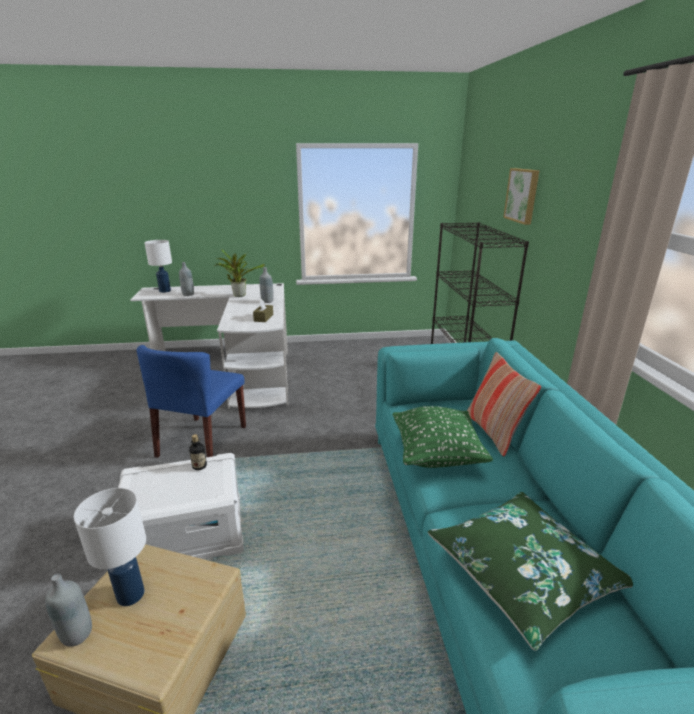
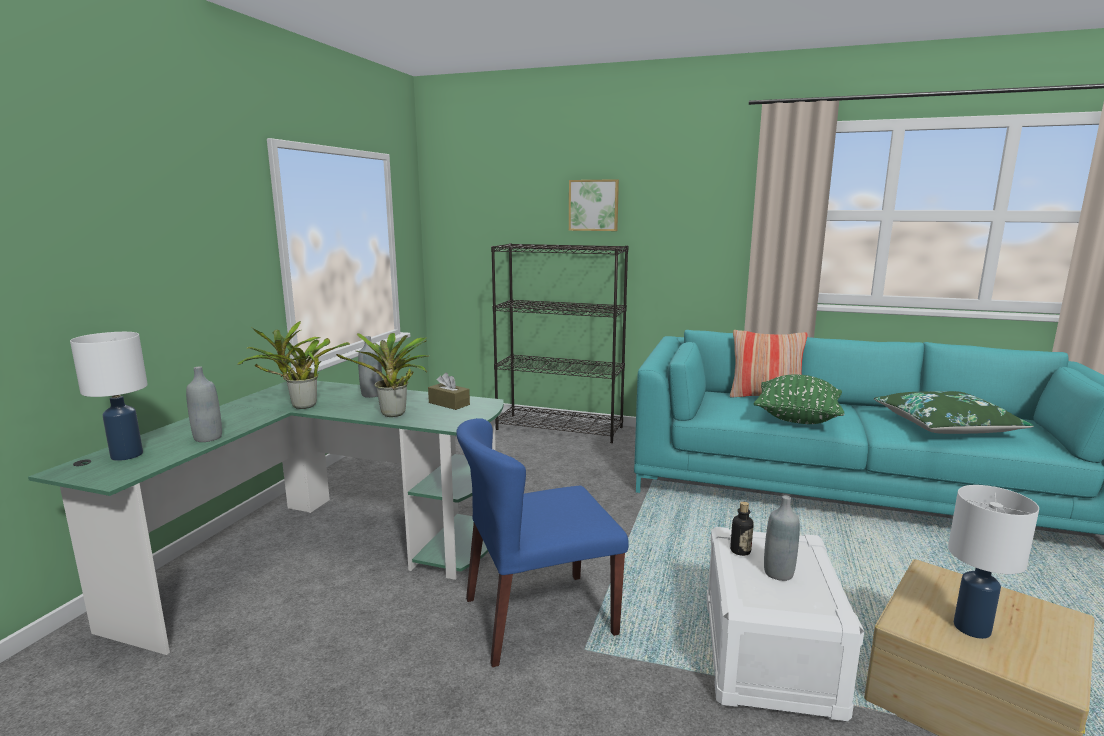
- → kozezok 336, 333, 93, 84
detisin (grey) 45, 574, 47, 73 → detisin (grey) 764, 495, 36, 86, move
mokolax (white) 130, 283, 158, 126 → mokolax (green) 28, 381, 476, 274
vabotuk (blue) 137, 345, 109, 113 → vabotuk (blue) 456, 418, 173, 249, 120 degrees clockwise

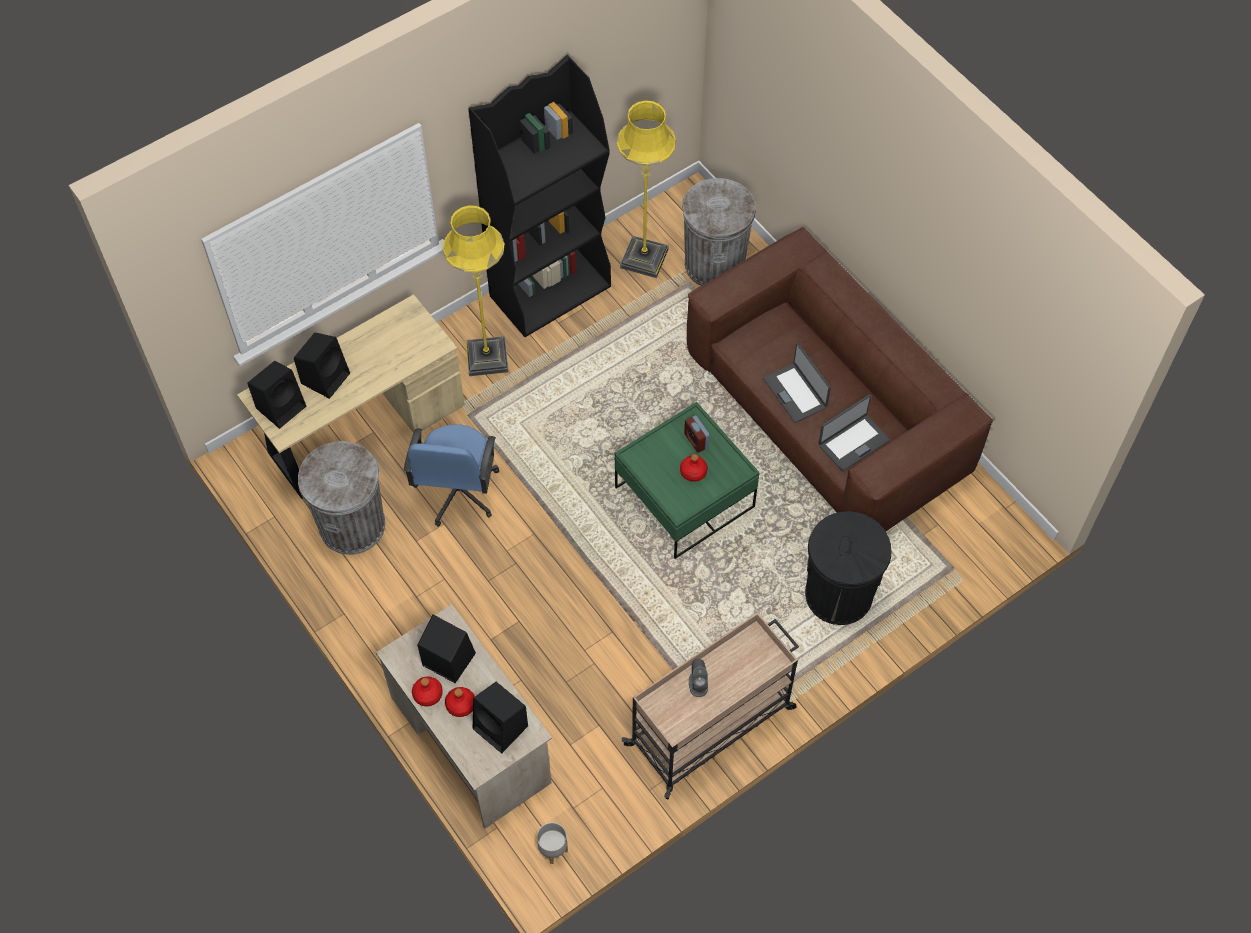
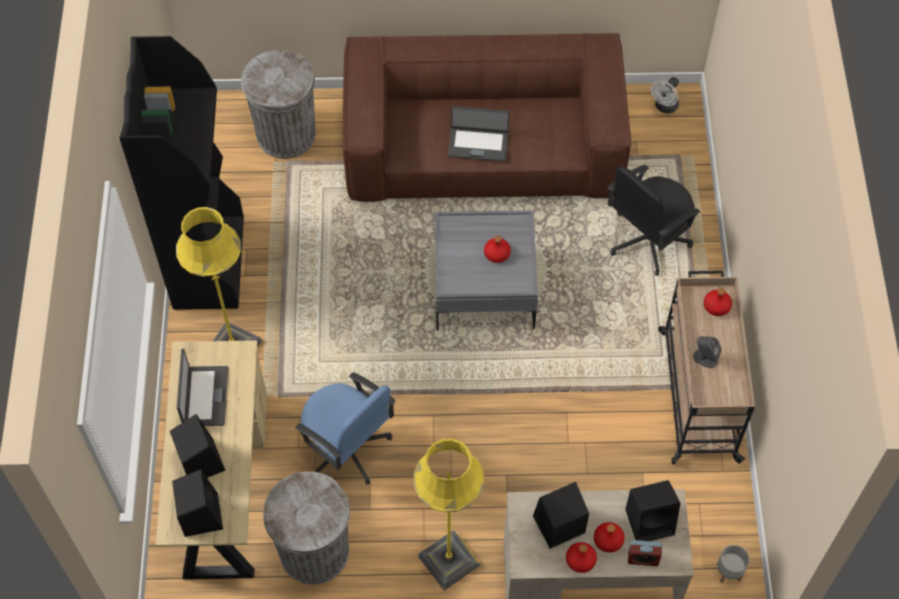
- → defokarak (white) 651, 77, 28, 37
- → detisin (red) 704, 288, 28, 28
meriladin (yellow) 617, 100, 59, 178 → meriladin (yellow) 413, 438, 71, 152, move
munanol 684, 415, 26, 38 → munanol 628, 540, 34, 26, move
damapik 818, 394, 72, 77 → damapik 177, 349, 51, 77, move
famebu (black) 805, 511, 86, 114 → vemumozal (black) 608, 165, 92, 111
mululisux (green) 615, 402, 145, 157 → mululisux (grey) 435, 210, 103, 121

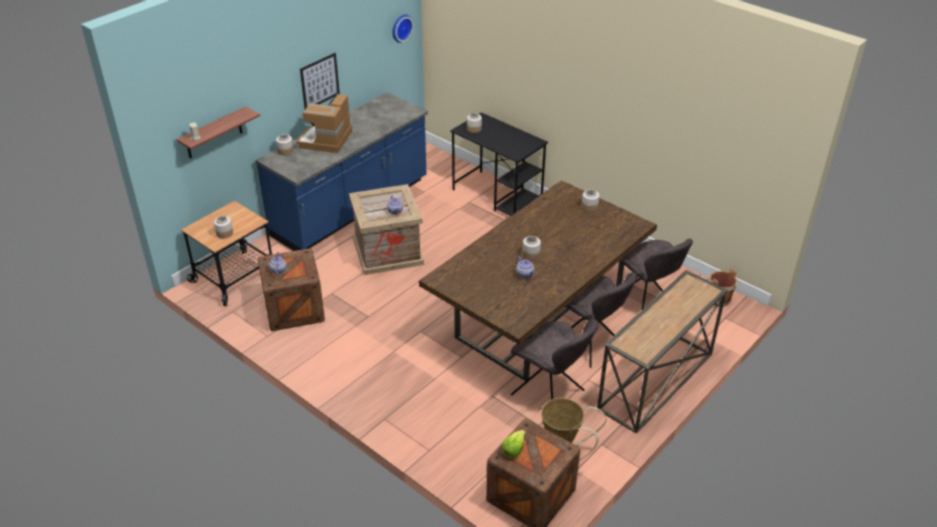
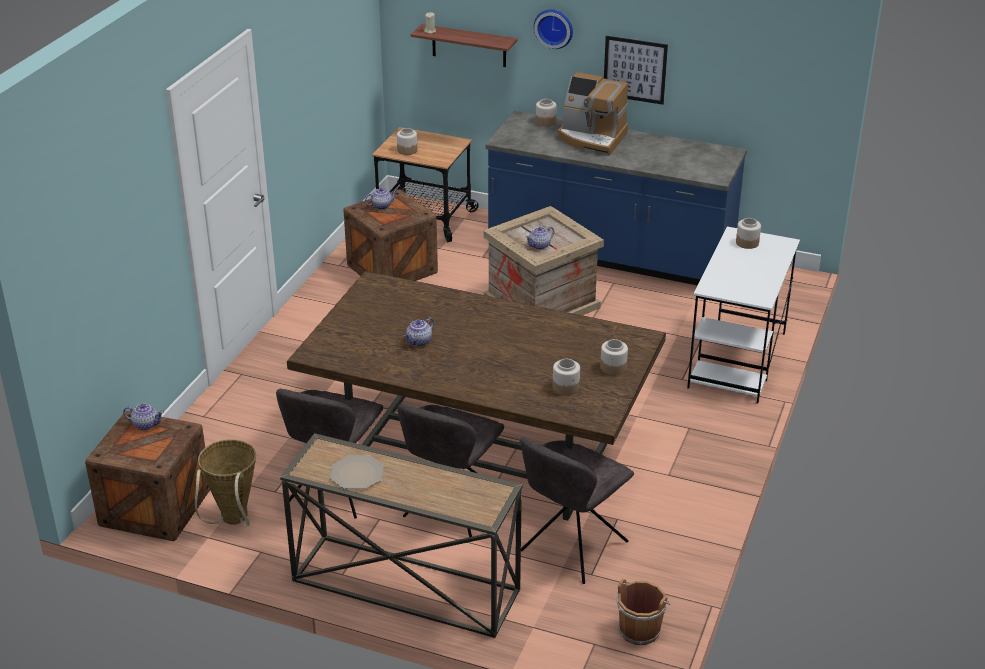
- → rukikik 330, 455, 54, 34
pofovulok 393, 15, 21, 28 → pofovulok 534, 9, 39, 40, move
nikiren 522, 236, 19, 24 → nikiren 553, 359, 27, 36, move
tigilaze 501, 430, 24, 28 → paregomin 123, 404, 41, 26
mokolax (black) 450, 112, 98, 104 → mokolax (white) 687, 226, 113, 178
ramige 296, 93, 56, 60 → ramige 558, 72, 70, 84, 150 degrees counterclockwise

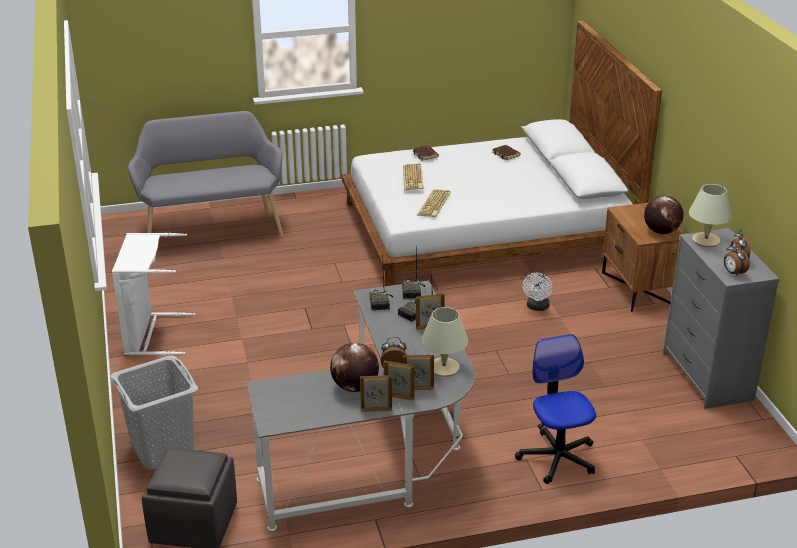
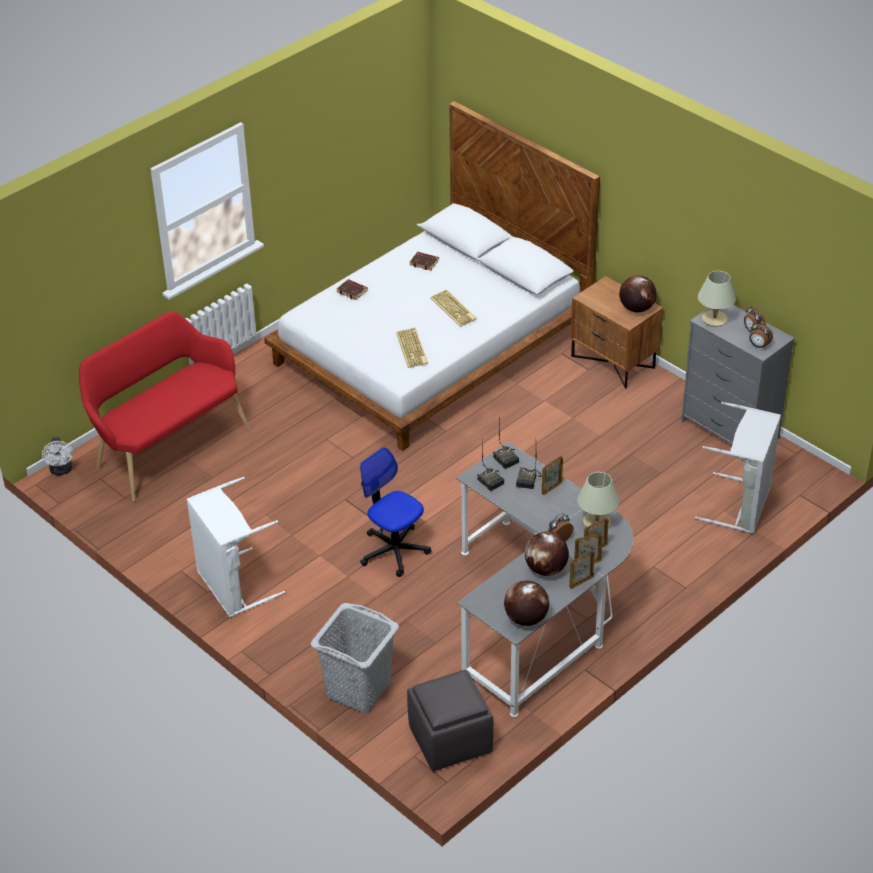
- → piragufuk 504, 580, 45, 46
- → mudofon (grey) 695, 402, 86, 132
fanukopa 403, 163, 21, 28 → fanukopa 430, 290, 47, 37, move
vemumozal 515, 334, 81, 150 → vemumozal 360, 447, 71, 130, move
defokarak (white) 523, 273, 30, 38 → defokarak (white) 42, 437, 31, 38, move
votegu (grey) 128, 111, 156, 127 → votegu (red) 79, 311, 171, 191

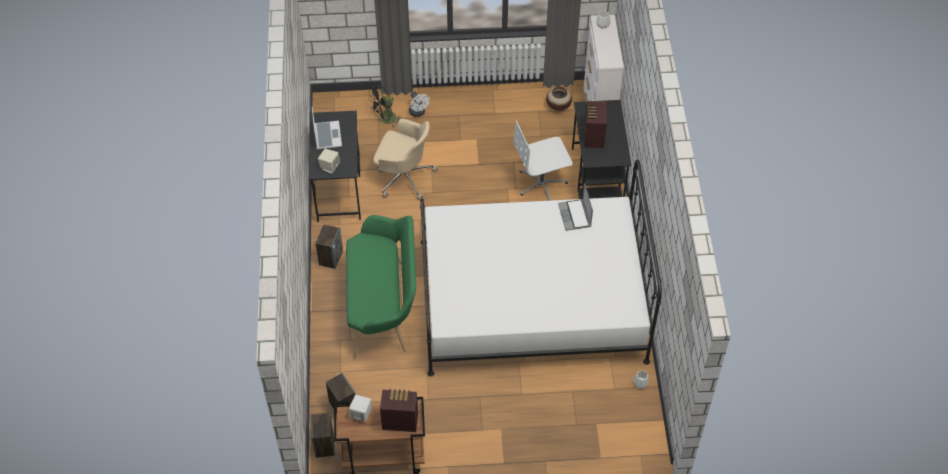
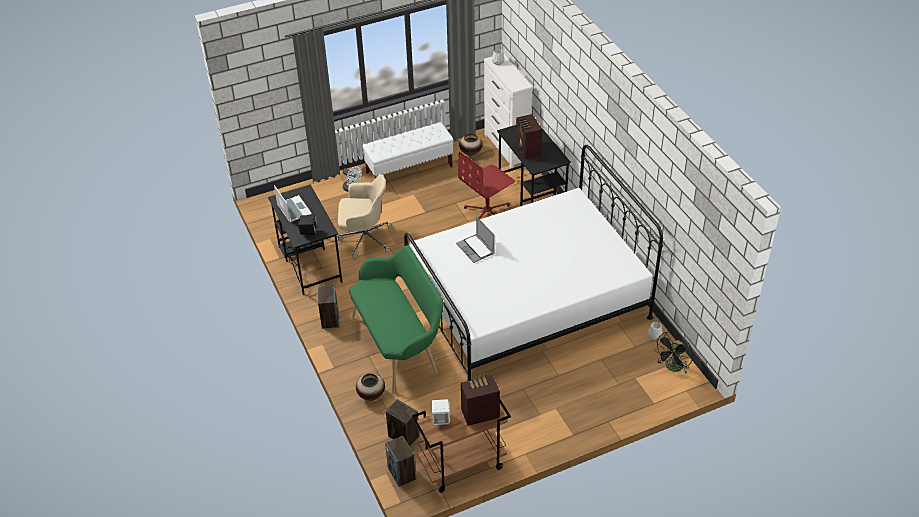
- → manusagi 356, 373, 29, 28
- → votegu (white) 362, 122, 91, 56
defokarak (black) 368, 84, 34, 44 → defokarak (black) 655, 332, 38, 41, move
damapik 558, 183, 35, 48 → damapik 456, 216, 39, 47, move
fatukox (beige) 318, 149, 22, 25 → fatukox (black) 298, 215, 19, 22
vemumozal (white) 513, 120, 60, 81 → vemumozal (red) 458, 152, 57, 67

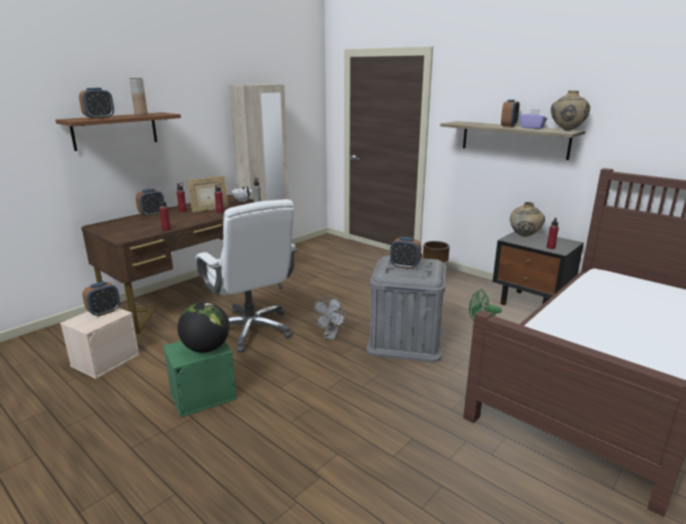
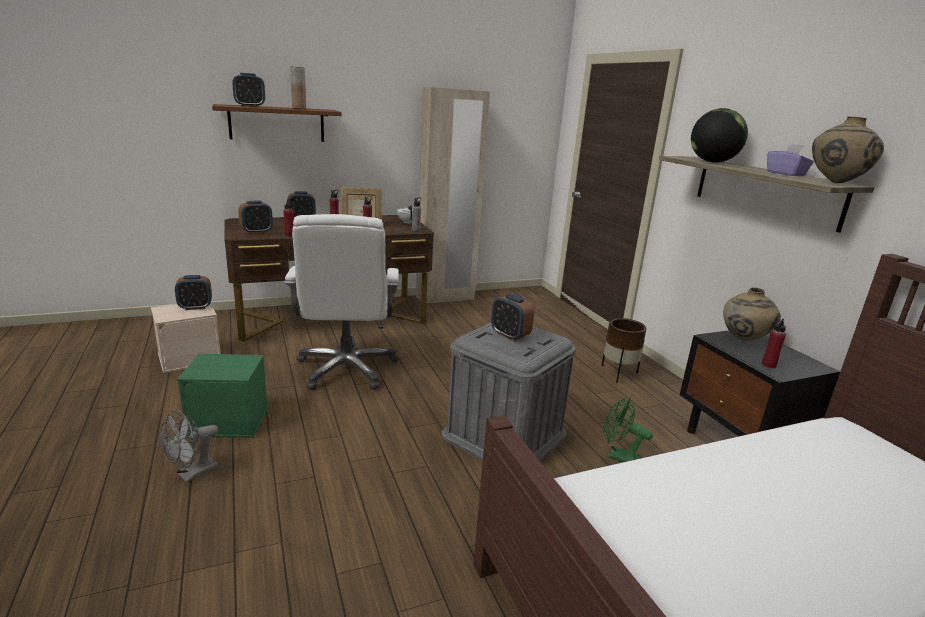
piragufuk 178, 302, 52, 51 → piragufuk 691, 108, 57, 55, move
defokarak (grey) 312, 296, 35, 44 → defokarak (grey) 160, 410, 59, 72, move
munanol 501, 99, 19, 29 → munanol 238, 200, 35, 34, move

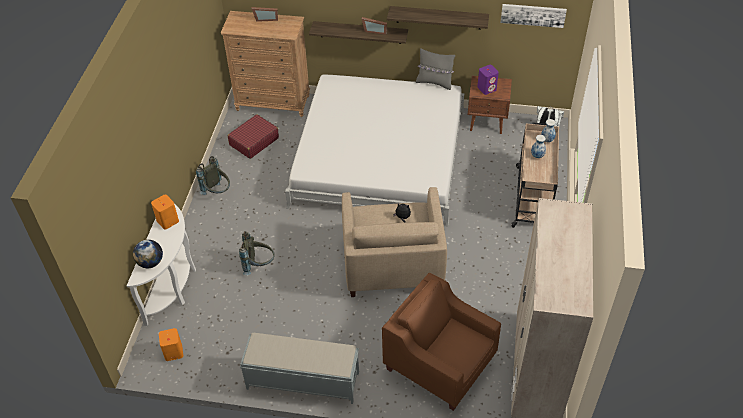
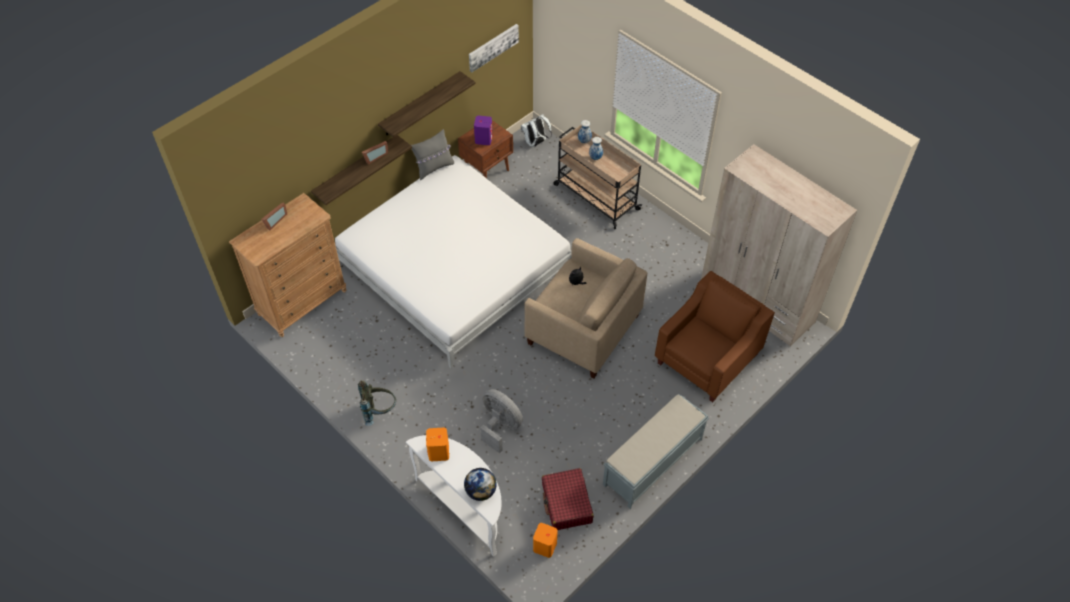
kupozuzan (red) 228, 114, 51, 45 → kupozuzan (red) 542, 468, 52, 62, move
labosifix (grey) 239, 231, 36, 44 → defokarak (grey) 480, 389, 43, 64
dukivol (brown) 382, 273, 119, 138 → dukivol (brown) 655, 271, 120, 131, 150 degrees clockwise

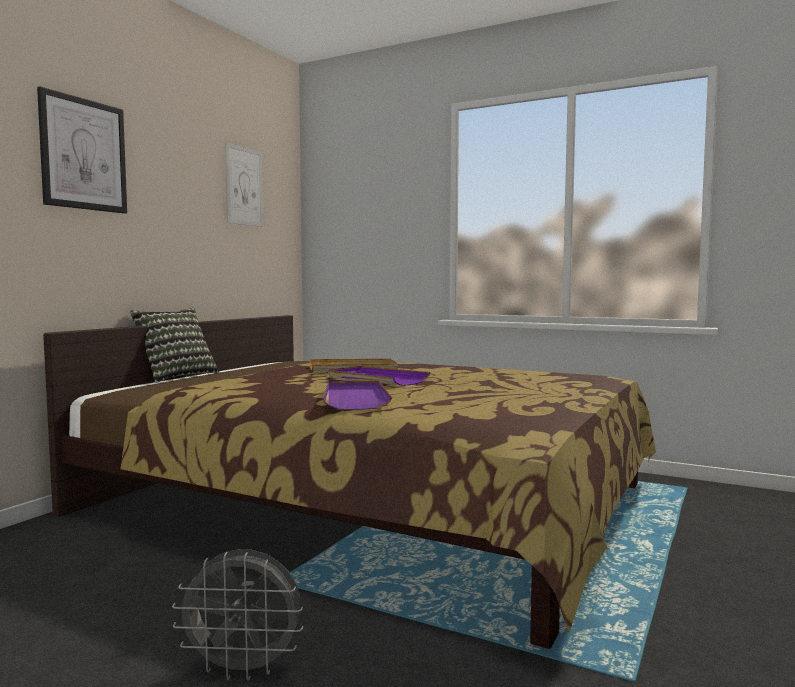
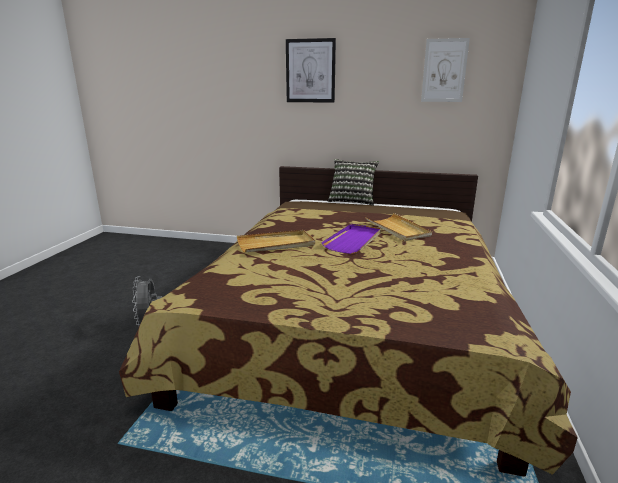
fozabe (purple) 323, 381, 69, 29 → fozabe (beige) 237, 230, 78, 22

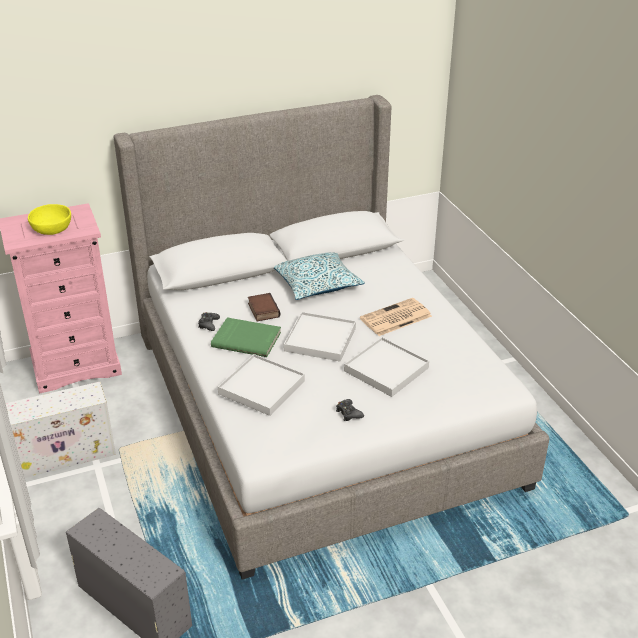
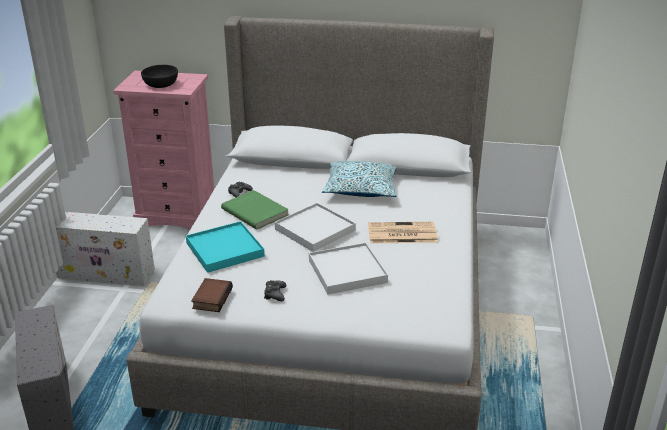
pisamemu 248, 293, 32, 28 → pisamemu 191, 278, 42, 34, move
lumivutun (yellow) 28, 204, 43, 31 → lumivutun (black) 141, 65, 37, 23
fozabe (white) 218, 354, 87, 62 → fozabe (turquoise) 186, 221, 79, 52

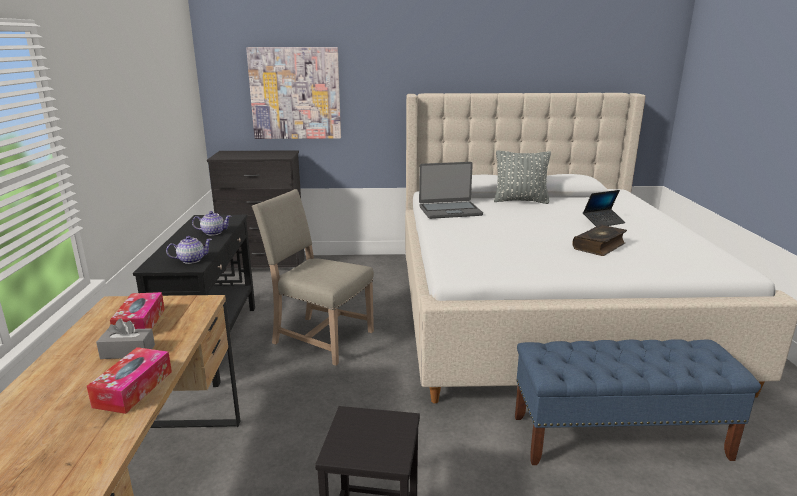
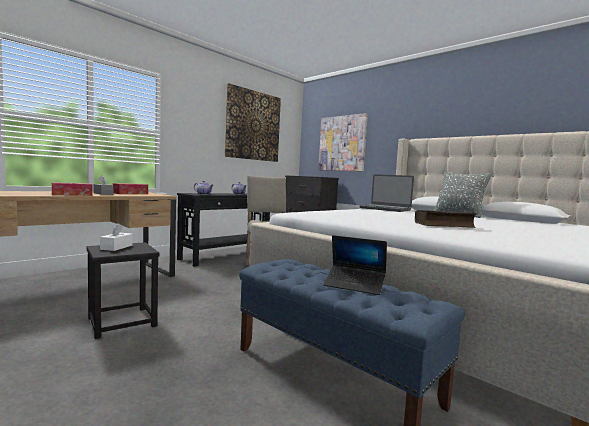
- → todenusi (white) 100, 223, 33, 28
- → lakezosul 225, 83, 56, 79
damapik 583, 190, 43, 36 → damapik 323, 235, 64, 60, move

